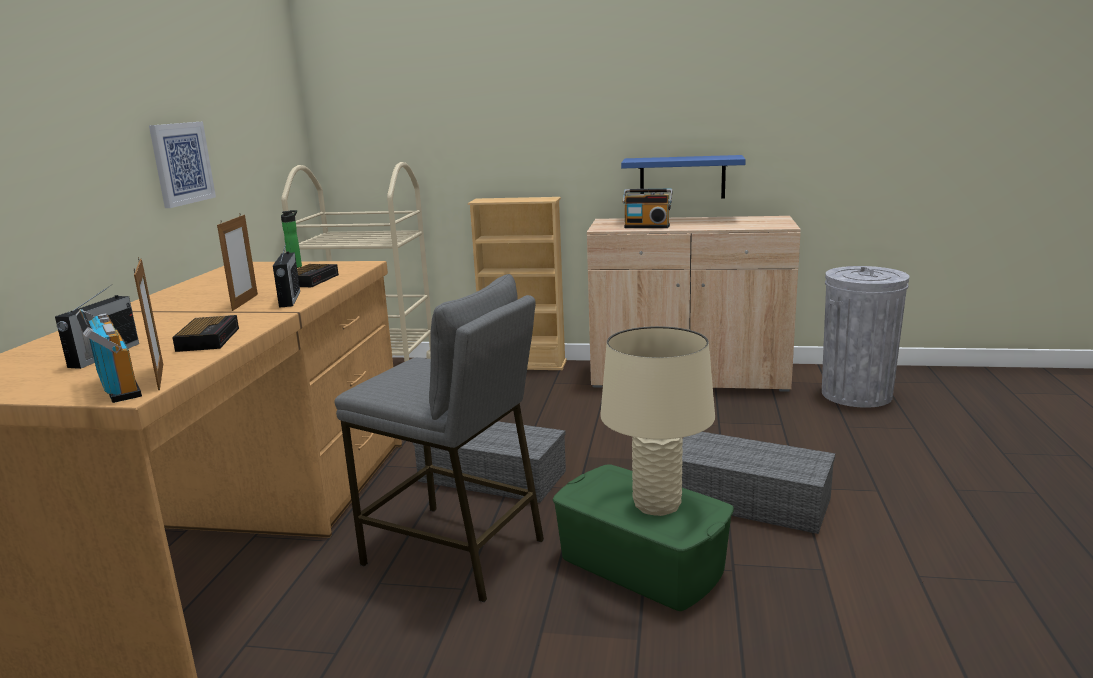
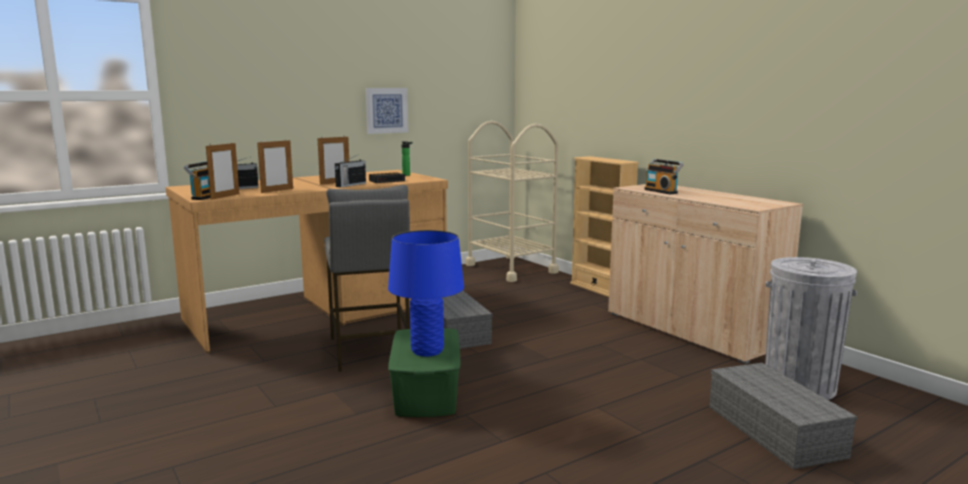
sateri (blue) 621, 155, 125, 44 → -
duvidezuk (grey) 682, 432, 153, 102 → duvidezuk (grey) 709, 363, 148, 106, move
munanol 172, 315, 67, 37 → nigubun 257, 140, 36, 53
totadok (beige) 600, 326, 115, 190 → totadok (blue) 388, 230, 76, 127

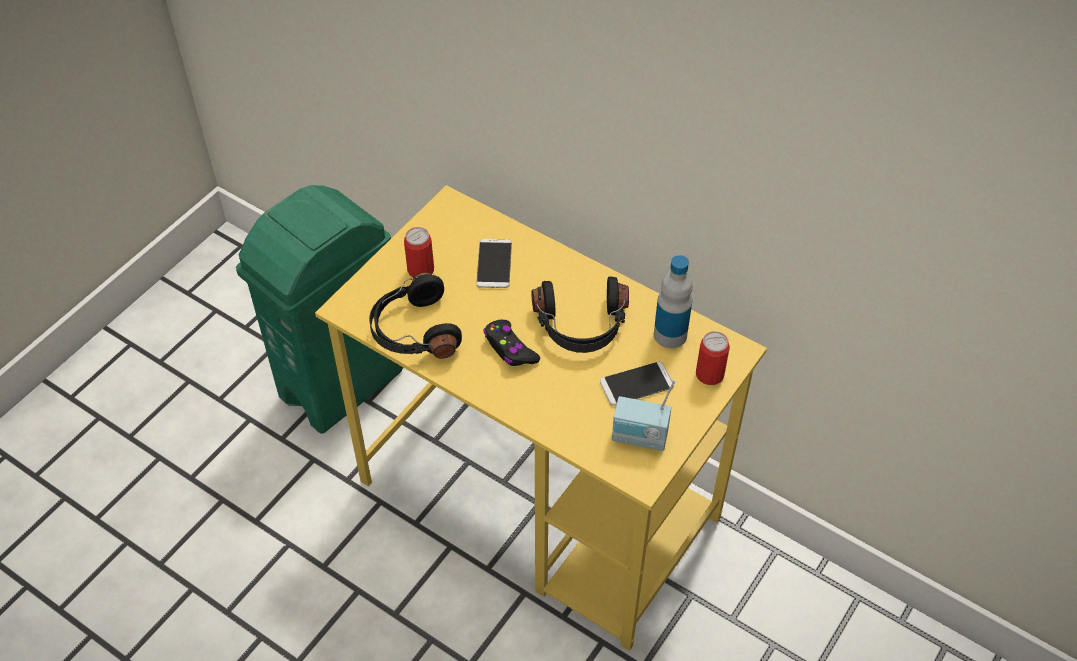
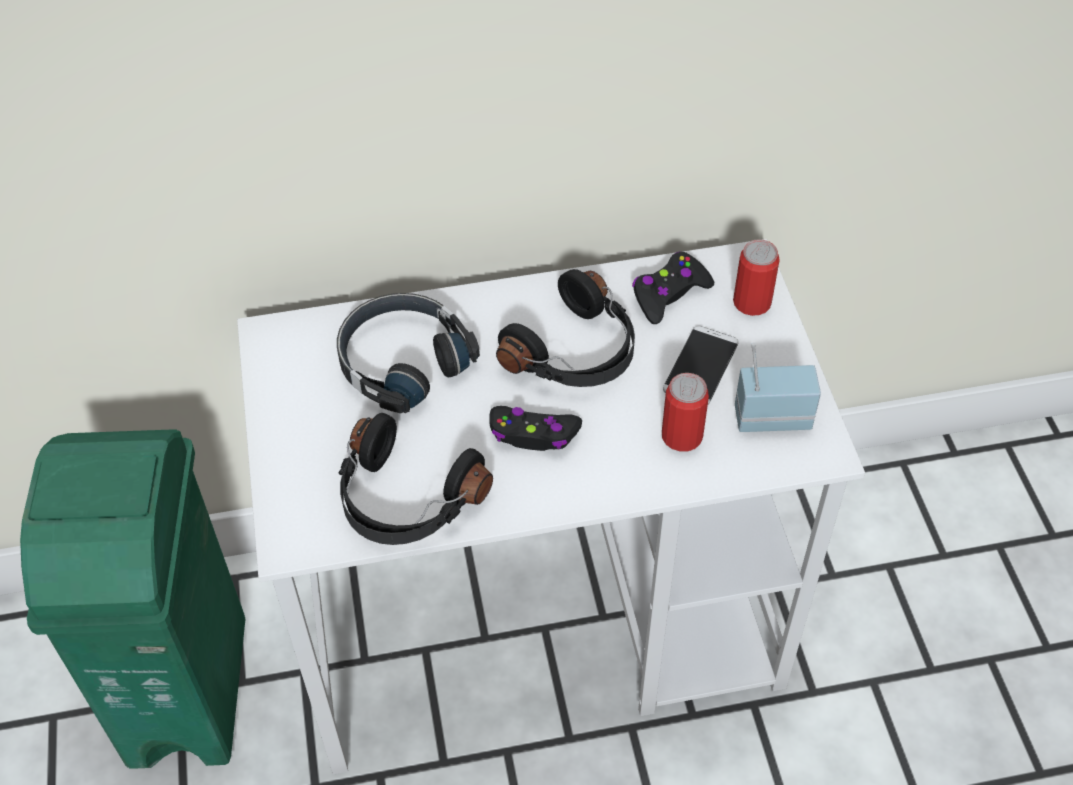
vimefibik 404, 227, 30, 51 → vimefibik 662, 373, 47, 78, move
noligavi 477, 239, 35, 49 → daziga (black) 337, 293, 143, 121
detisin 654, 255, 39, 93 → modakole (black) 632, 252, 82, 72
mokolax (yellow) 315, 185, 452, 466 → mokolax (white) 237, 239, 628, 535
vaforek 612, 379, 64, 72 → vaforek 735, 343, 86, 89, 150 degrees counterclockwise

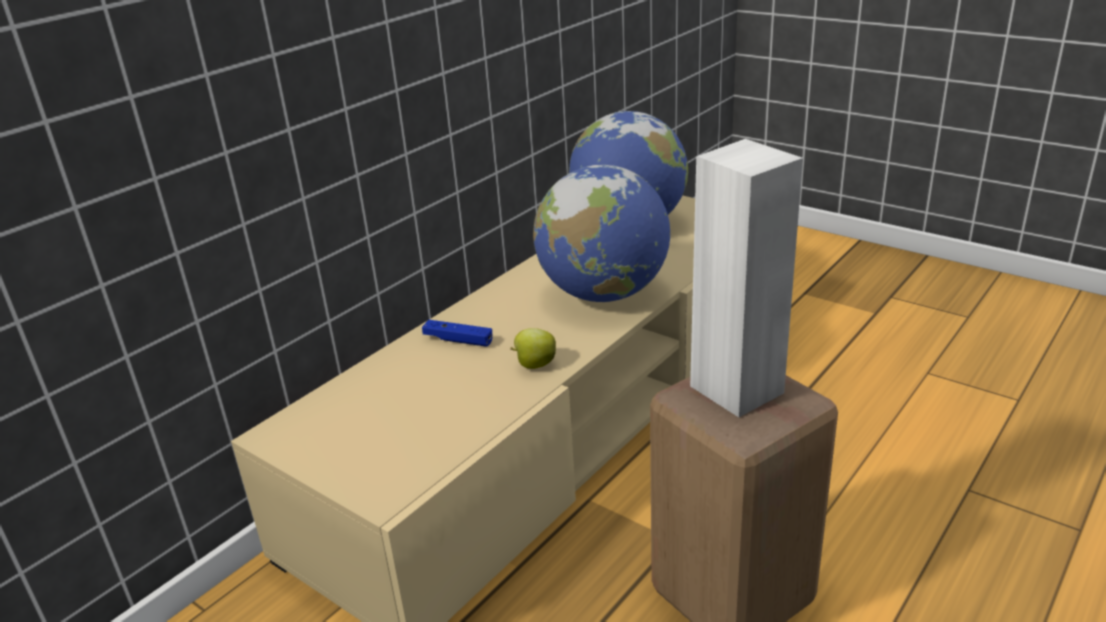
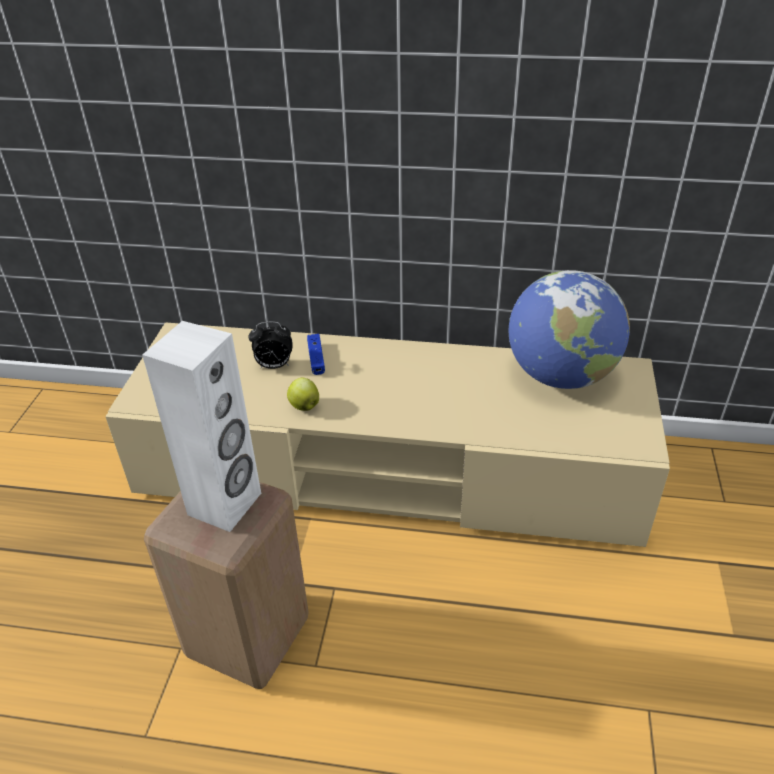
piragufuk 533, 165, 137, 137 → -
- → munanol 248, 321, 45, 48

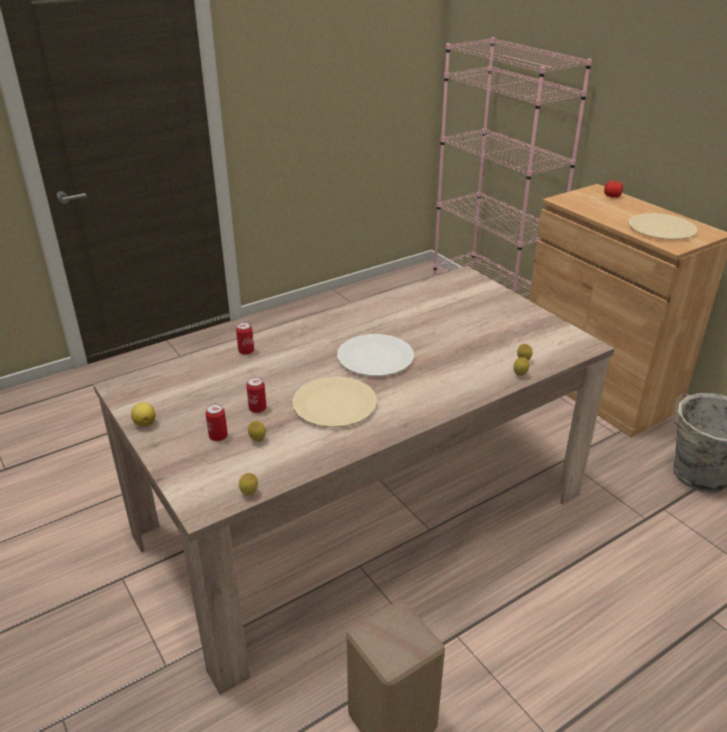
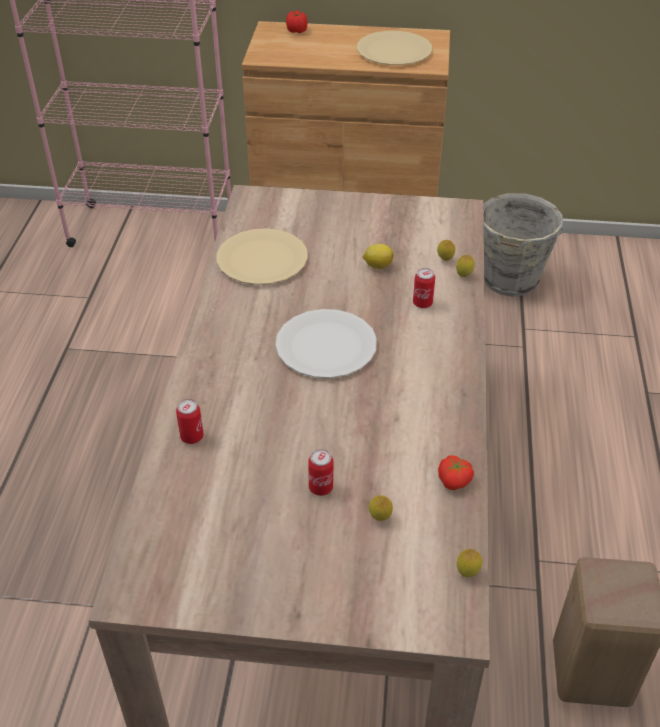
- → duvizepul 438, 455, 36, 35
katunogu 131, 402, 25, 25 → katunogu 363, 244, 30, 25, move
vimefibik 205, 404, 23, 37 → vimefibik 413, 268, 22, 40, move
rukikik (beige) 292, 376, 85, 52 → rukikik (beige) 217, 228, 91, 57, move

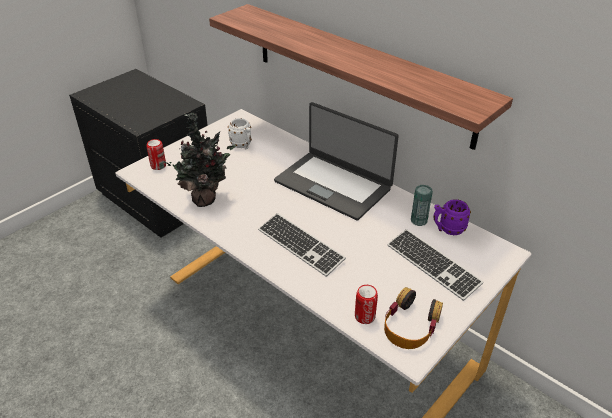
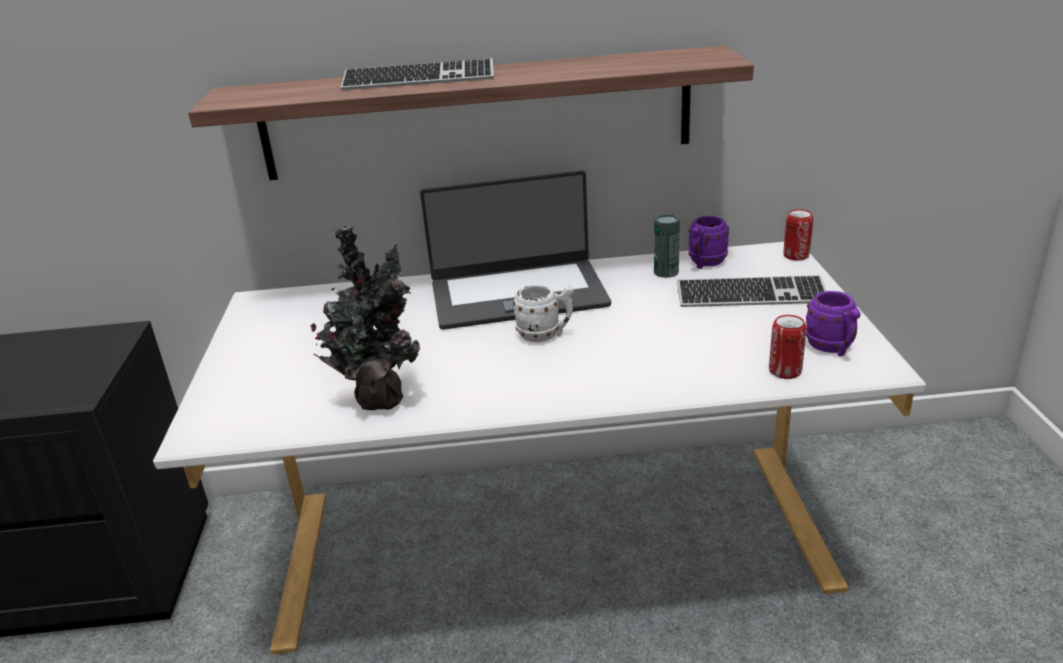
vimefibik 147, 139, 19, 31 → vimefibik 783, 209, 30, 52, move
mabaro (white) 228, 118, 24, 31 → mabaro (white) 513, 284, 61, 58, move
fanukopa 258, 213, 88, 64 → fanukopa 341, 59, 153, 31, move
daziga 384, 287, 59, 62 → mabaro (purple) 806, 291, 55, 65

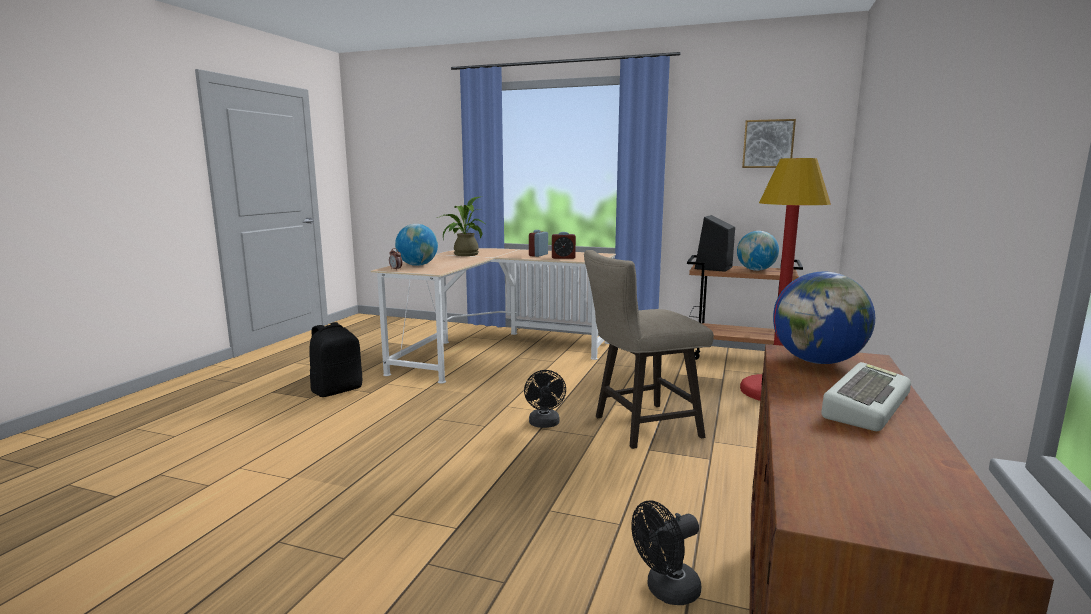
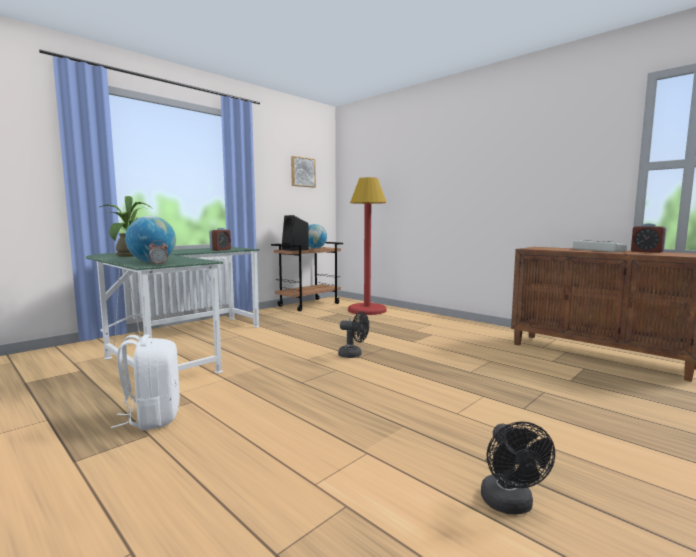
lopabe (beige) 584, 250, 130, 199 → -
piragufuk 773, 271, 102, 93 → -
munanol 529, 230, 19, 27 → munanol 631, 223, 36, 30, move
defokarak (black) 631, 501, 70, 104 → defokarak (black) 481, 421, 74, 94, move
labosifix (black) 309, 322, 53, 75 → labosifix (white) 111, 334, 69, 97
mokolax (beige) 371, 248, 245, 136 → mokolax (green) 86, 247, 174, 126

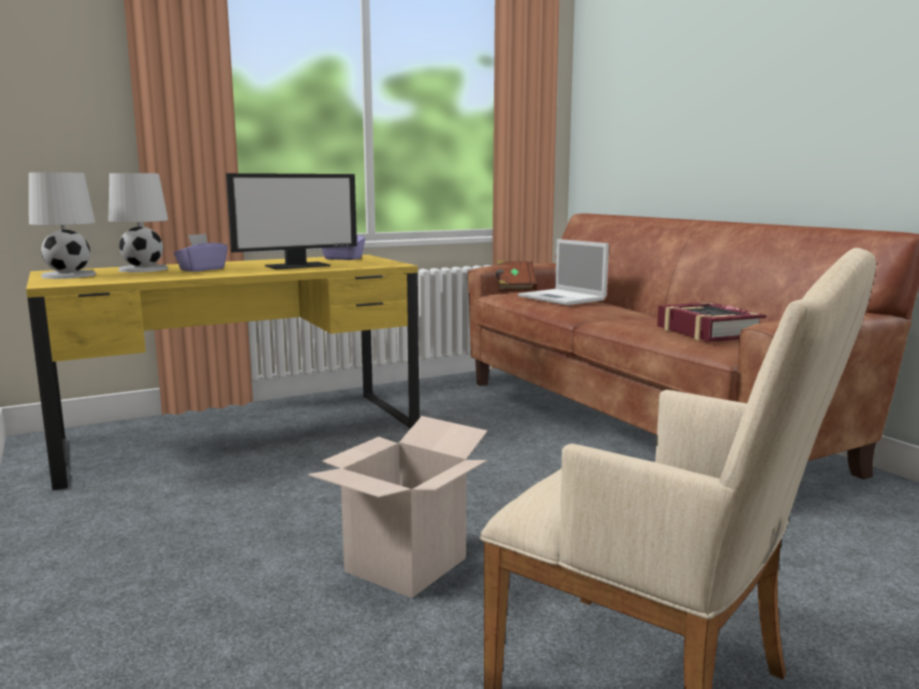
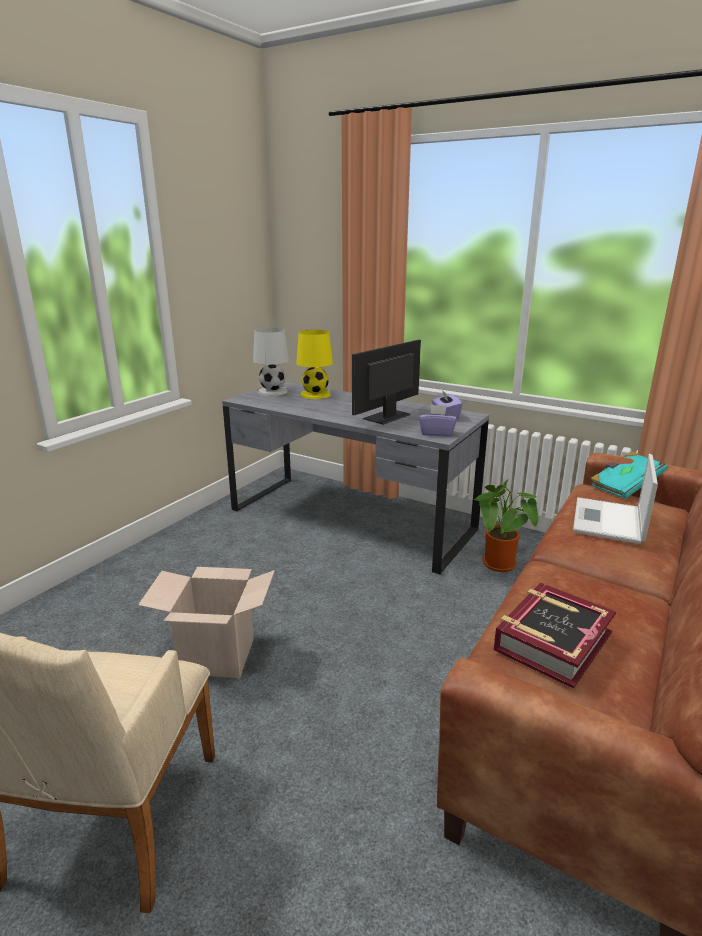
- → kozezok 473, 479, 66, 93
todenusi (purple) 174, 234, 54, 38 → todenusi (purple) 419, 405, 38, 31, move
mokolax (yellow) 26, 255, 394, 236 → mokolax (grey) 222, 382, 267, 193
totadok (white) 109, 173, 59, 99 → totadok (yellow) 296, 330, 37, 69
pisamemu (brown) 496, 260, 41, 31 → pisamemu (turquoise) 590, 451, 77, 48
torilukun 226, 173, 131, 97 → torilukun 352, 340, 69, 85, 105 degrees clockwise

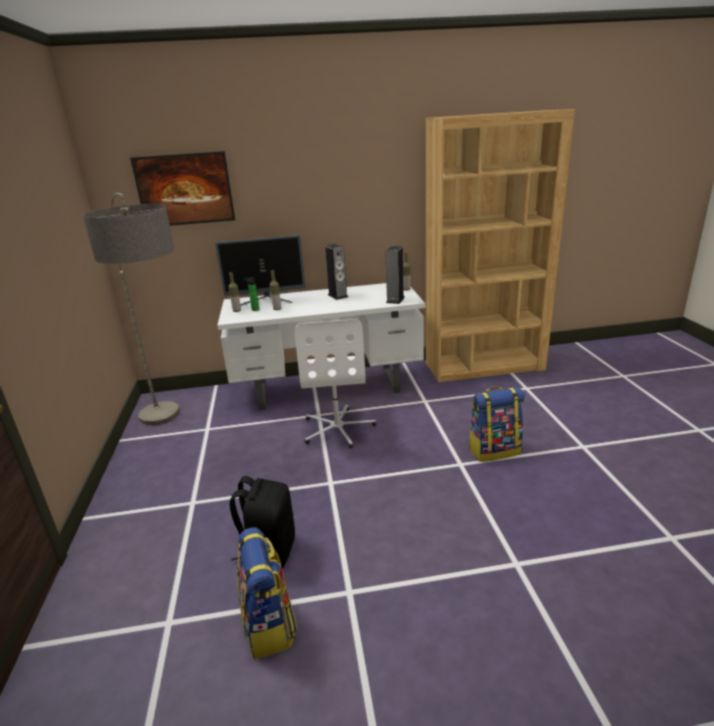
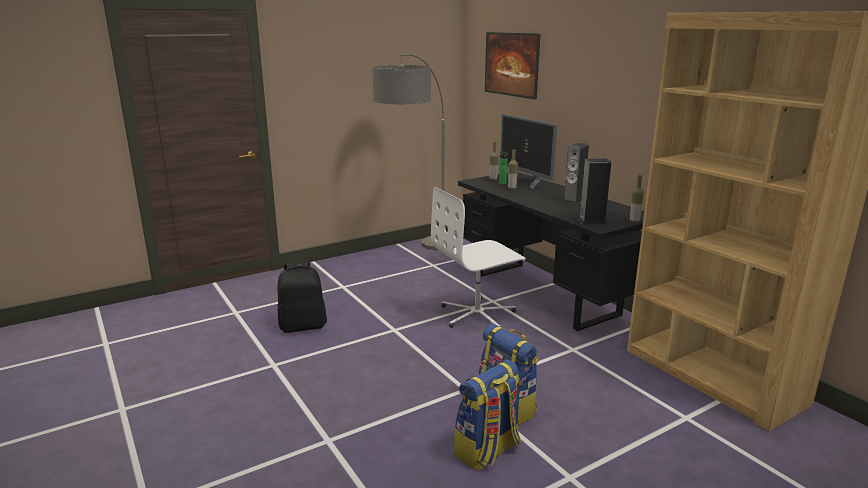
labosifix 237, 527, 60, 132 → labosifix 454, 360, 67, 111, move
mokolax (white) 217, 283, 208, 127 → mokolax (black) 458, 172, 186, 160

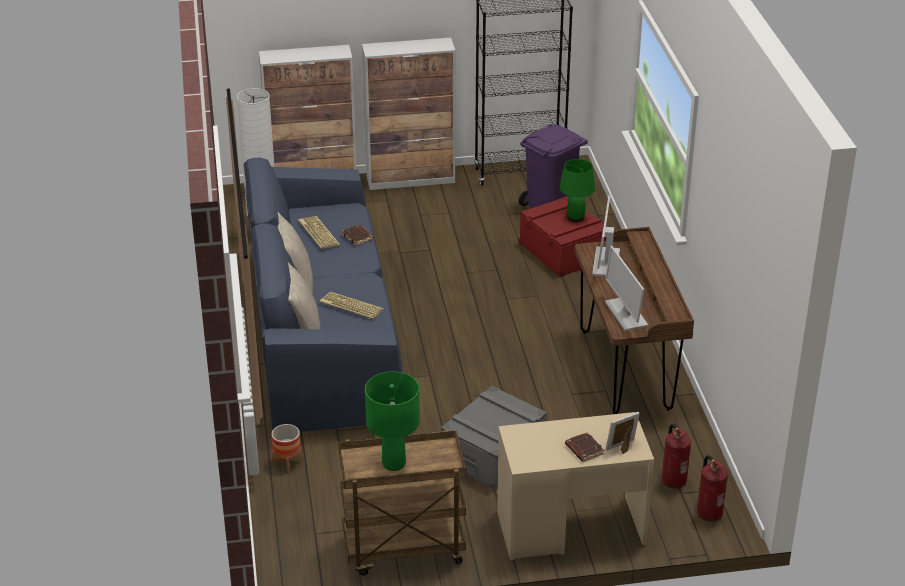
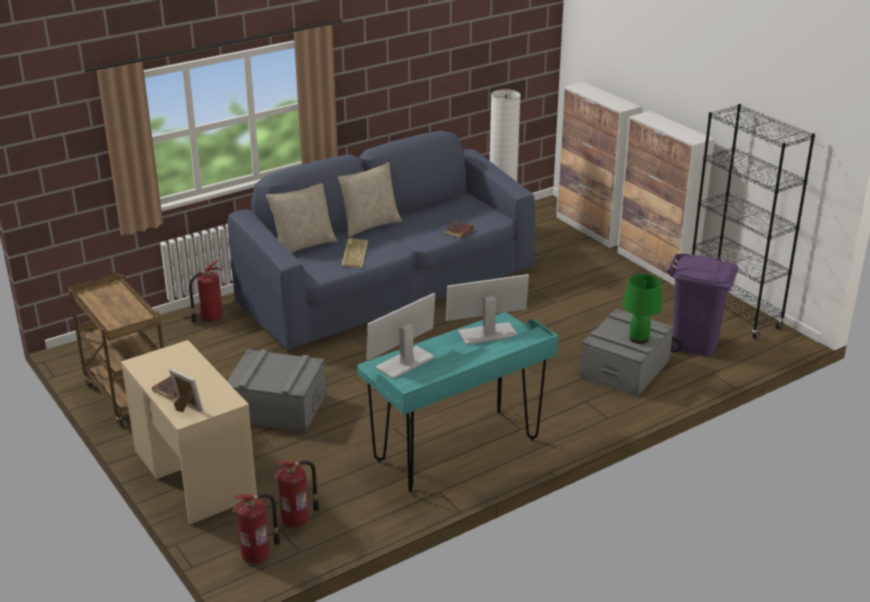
fanukopa 298, 216, 42, 33 → -
totadok (green) 365, 372, 55, 99 → -
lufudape 271, 424, 31, 48 → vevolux 189, 260, 34, 63
duvidezuk (red) 519, 196, 88, 81 → duvidezuk (grey) 580, 308, 93, 89
mokolax (brown) 575, 227, 119, 187 → mokolax (turquoise) 357, 312, 201, 181

